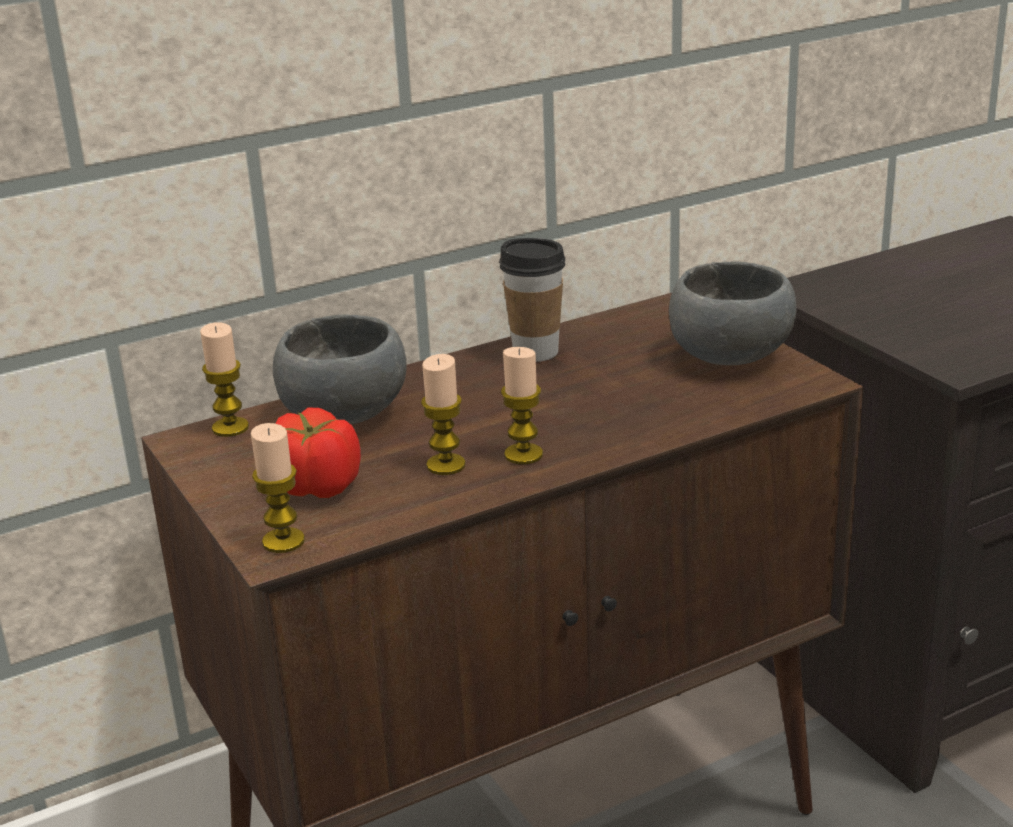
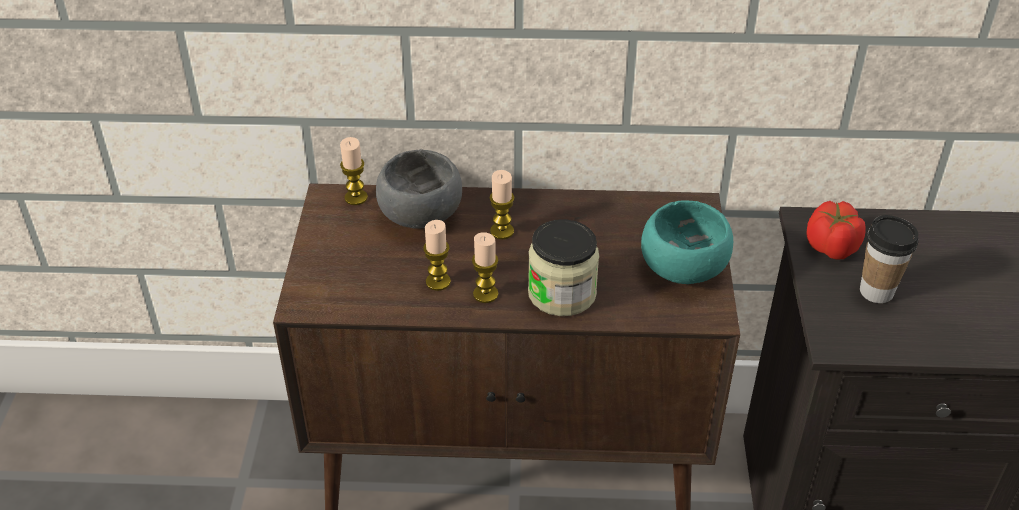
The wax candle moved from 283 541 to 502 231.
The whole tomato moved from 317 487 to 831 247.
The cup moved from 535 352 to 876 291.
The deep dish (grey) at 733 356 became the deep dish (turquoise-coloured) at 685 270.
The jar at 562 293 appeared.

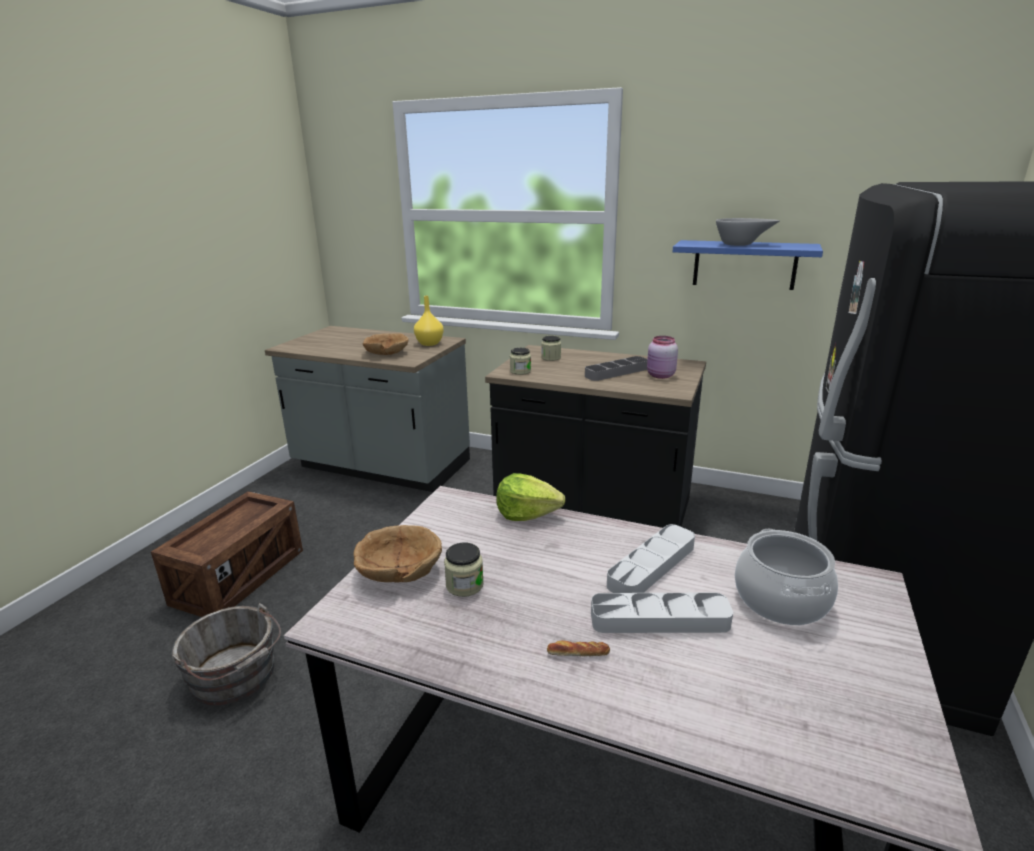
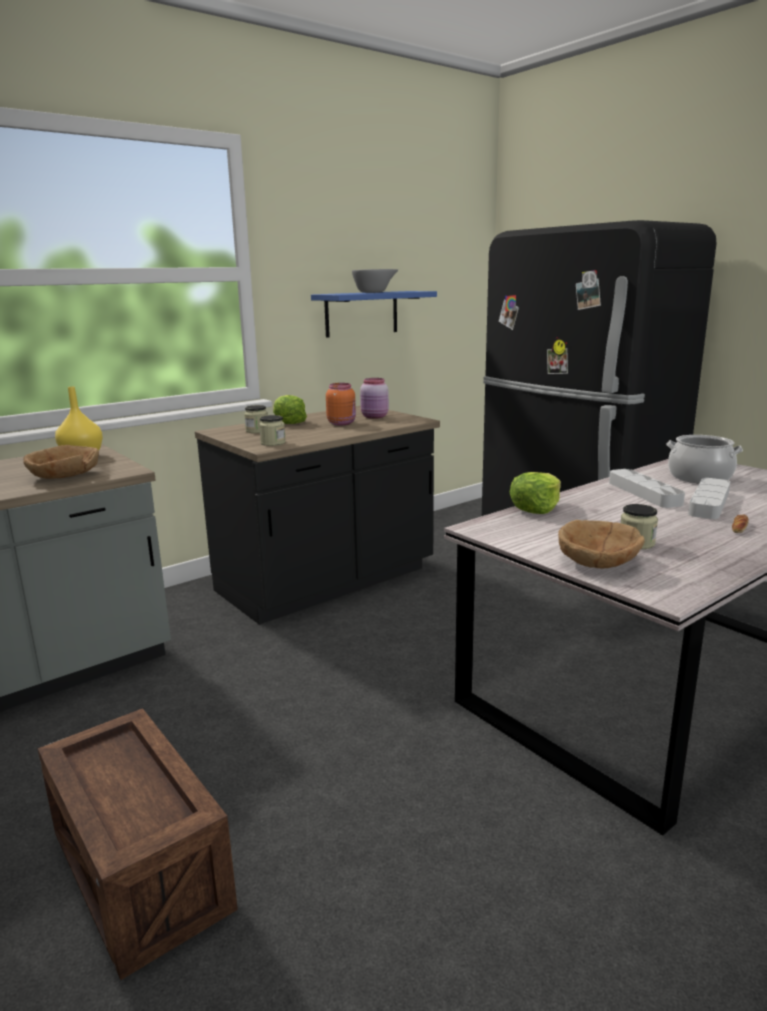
The bucket (grey) at 236 677 disappeared.
The carrying tray (grey) at 616 372 was replaced by the jar (orange) at 342 423.
The head of lettuce at 288 422 appeared.

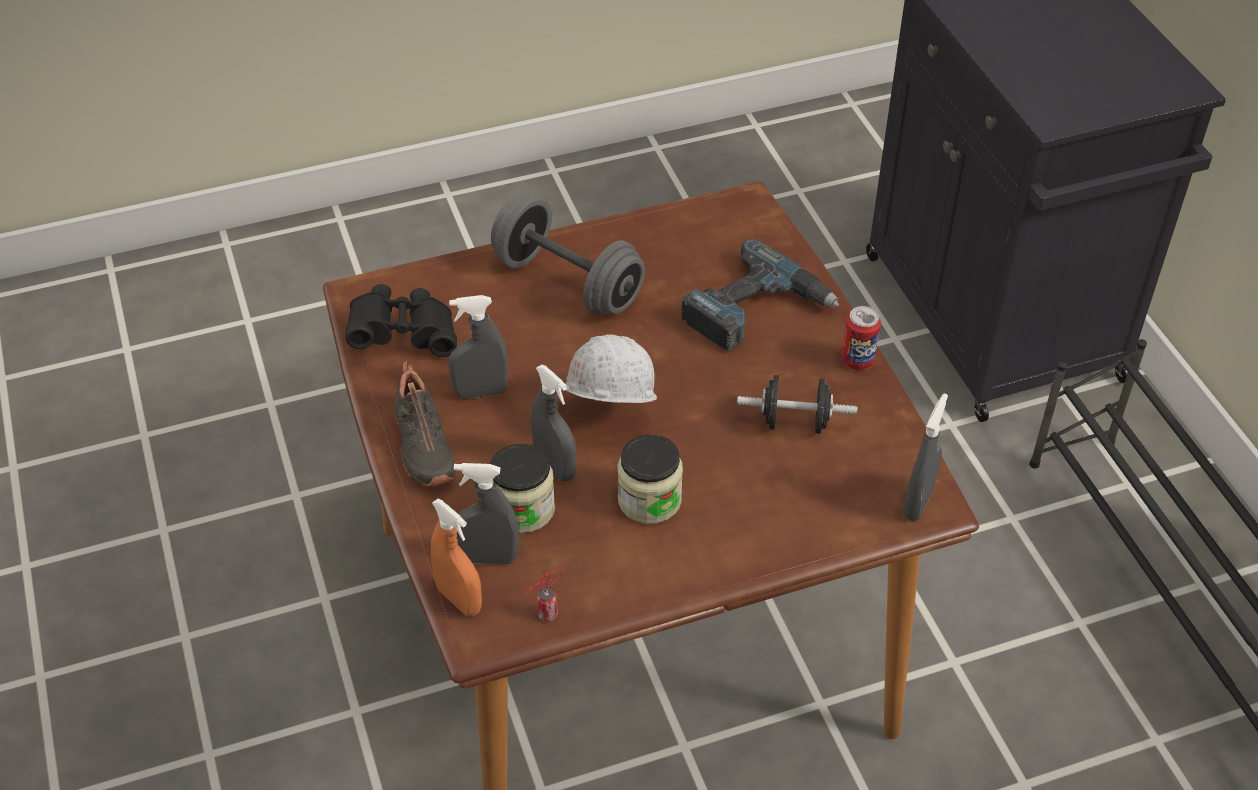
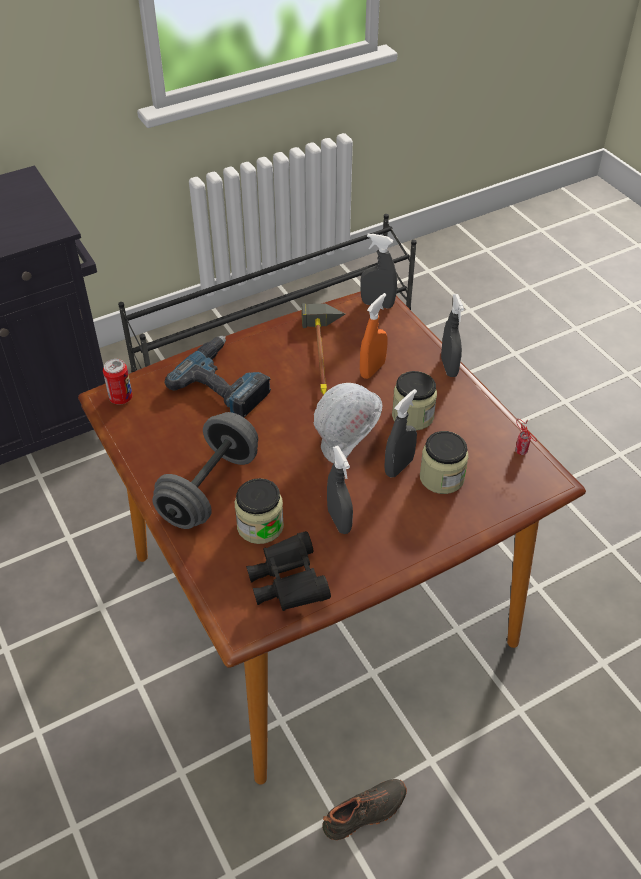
The shoe (blackish) moved from 421 445 to 365 814.
The spray bottle (orange) moved from 459 600 to 372 370.
The spray bottle (grey) moved from 488 558 to 449 367.
The free weight (blackish) at 795 422 was replaced by the tool hammer at 327 357.
The metal can moved from 857 361 to 121 398.
The jar at 260 526 appeared.

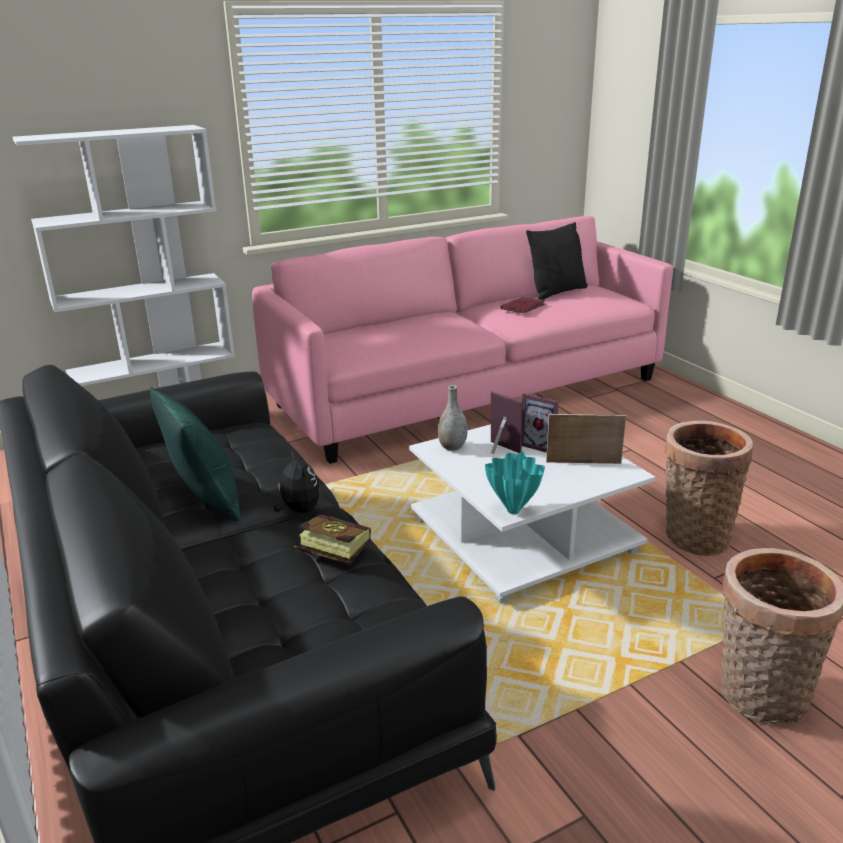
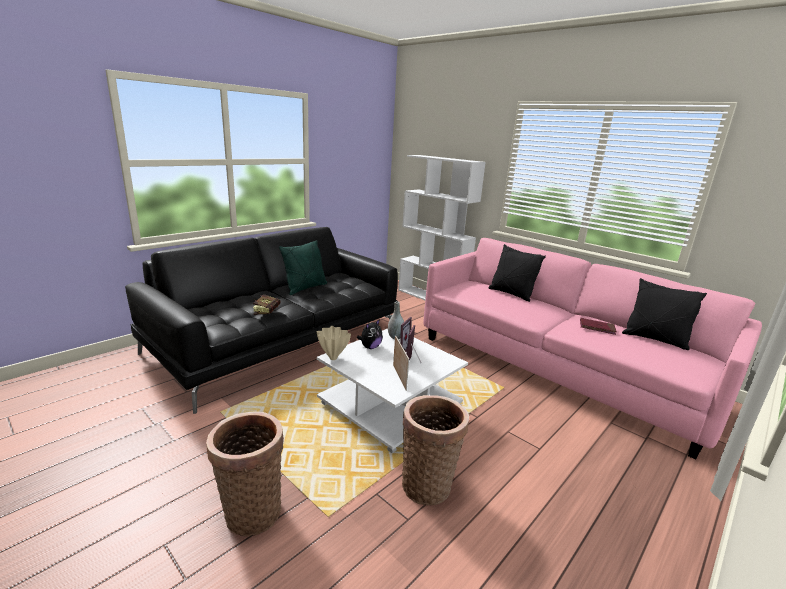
The soft toy moved from 298 510 to 370 347.
The decorative vase (turquoise-coloured) at 513 511 became the decorative vase (sand-coloured) at 332 358.
The throw pillow (blackish) at 511 294 appeared.

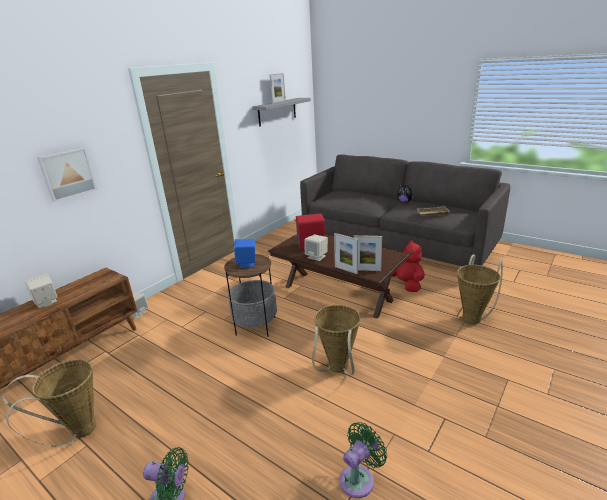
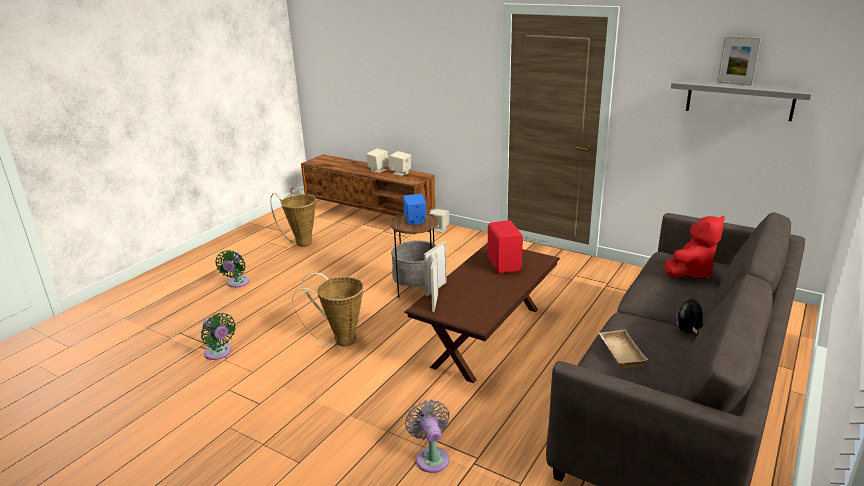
The wall picture at 67 174 disappeared.
The speaker (sand-coloured) moved from 317 257 to 401 173.
The soft toy (red-coloured) moved from 405 284 to 691 272.
The basket at 473 317 was replaced by the cooling fan (grey) at 431 457.

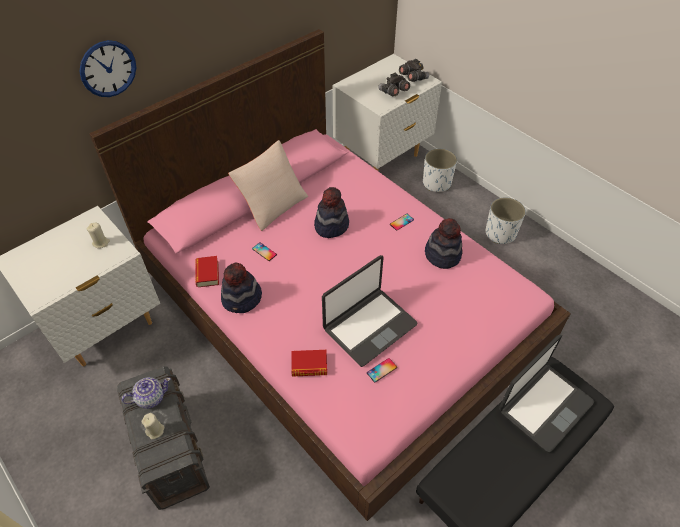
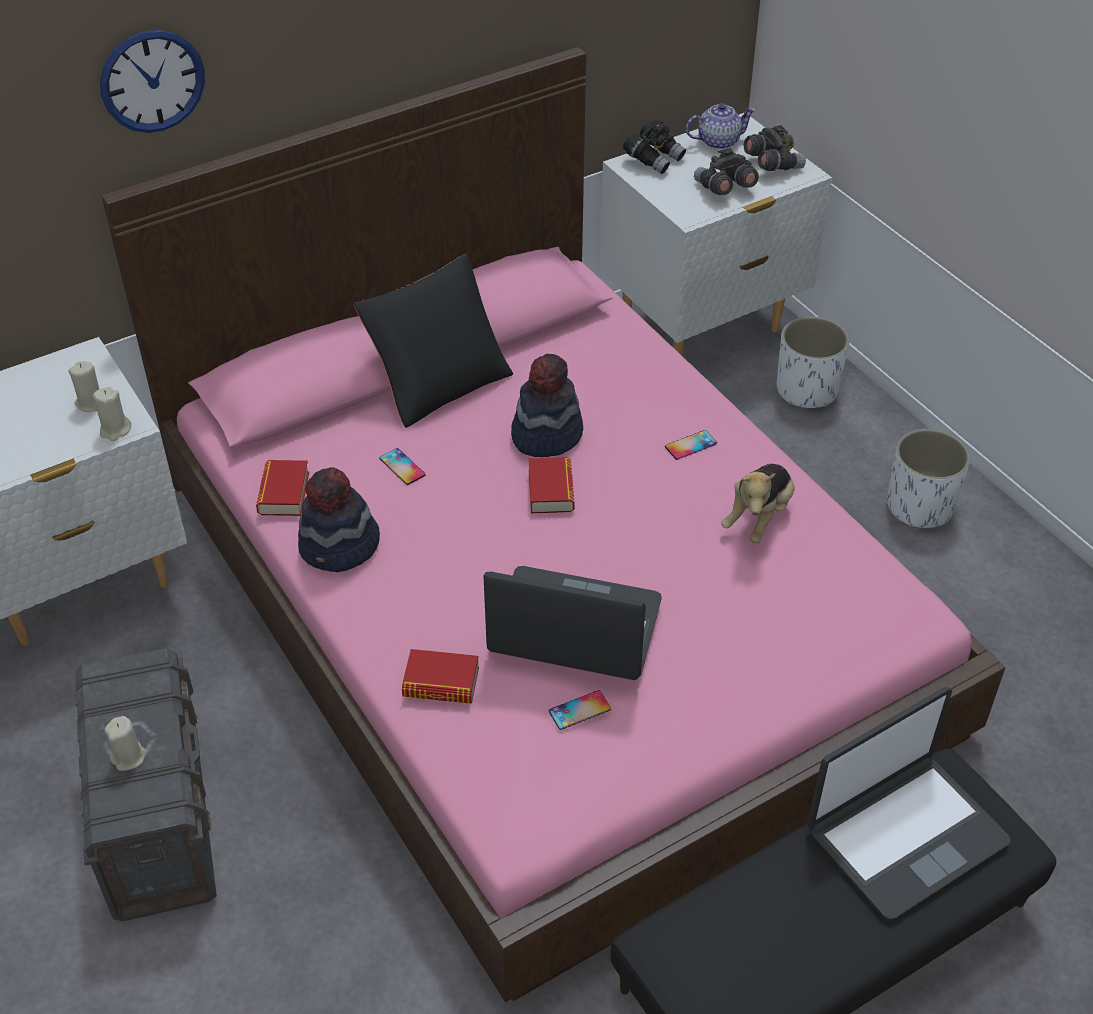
The teapot moved from 150 398 to 718 141.
The throw pillow (sand-coloured) at 272 204 became the throw pillow (blackish) at 438 381.
The portable computer at 369 326 turned 135 degrees counterclockwise.
The hat at 442 255 was replaced by the soft toy at 759 517.
The wax candle (sand-coloured) at 115 430 appeared.
The bound book at 551 490 appeared.
The pair of binoculars (blackish) at 654 159 appeared.

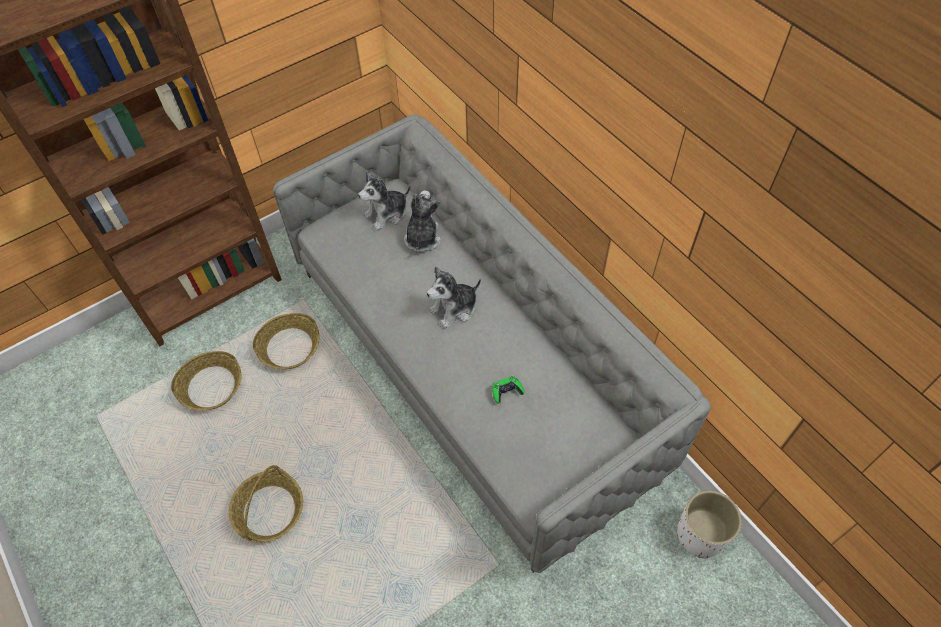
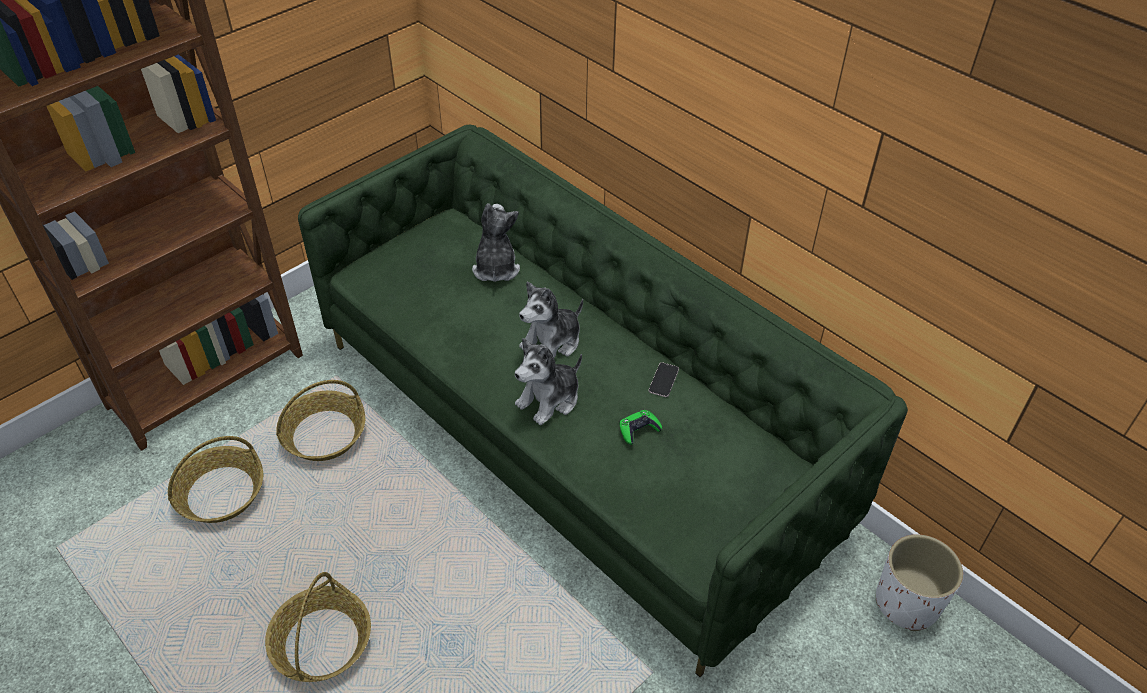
The couch (grey) at 472 366 became the couch (green) at 573 434.
The soft toy moved from 387 214 to 549 399.
The handset at 663 380 appeared.

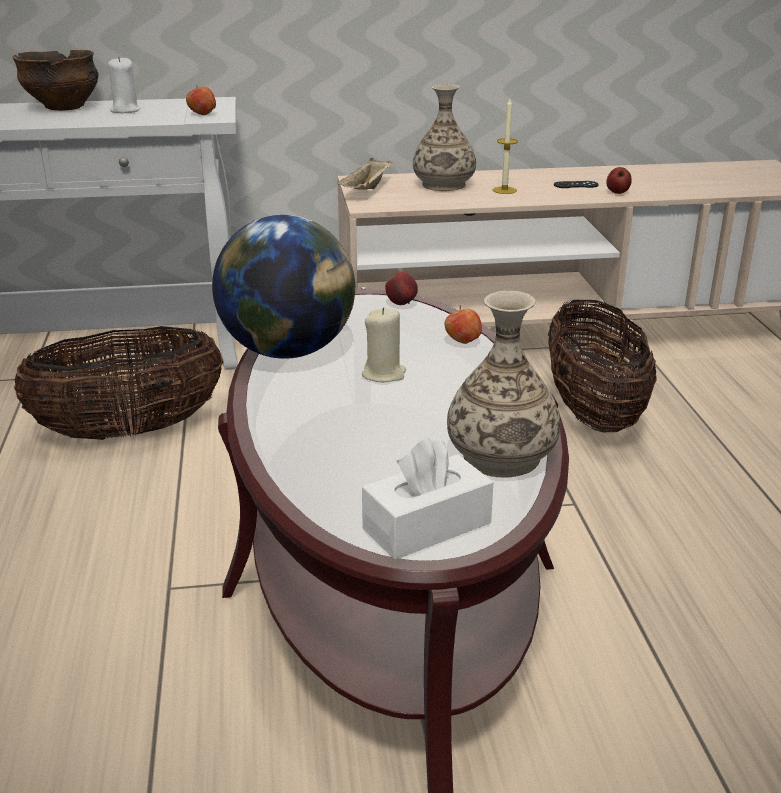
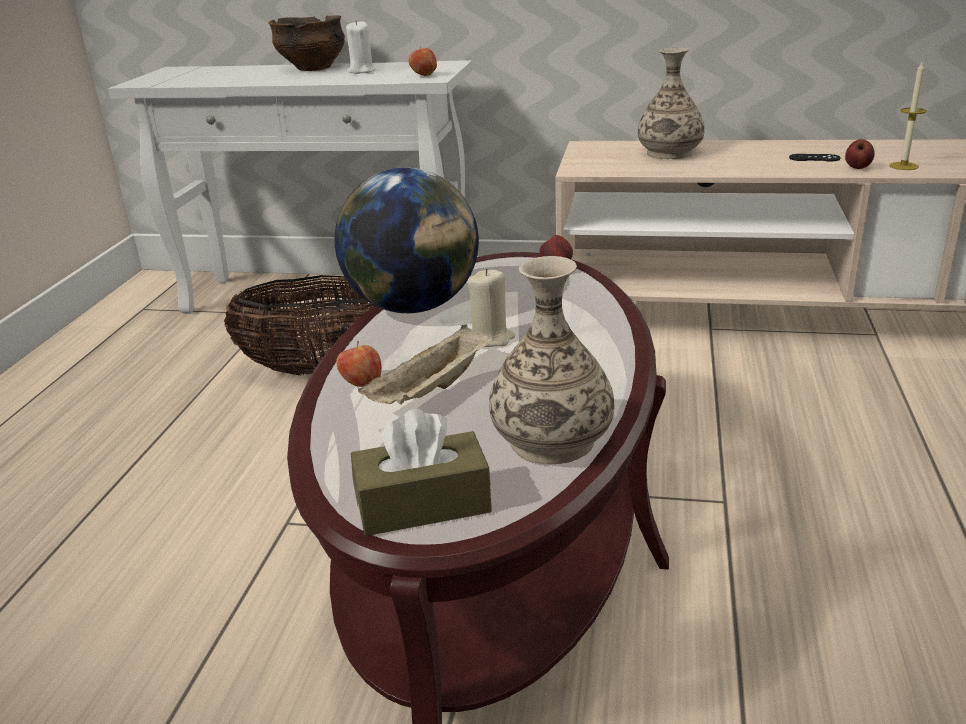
The carrying tray (sand-coloured) moved from 366 190 to 432 391.
The tissue holder (whitish) at 427 526 became the tissue holder (brownish) at 423 504.
The whole apple moved from 462 342 to 362 384.
The wax candle moved from 504 190 to 903 166.
The basket at 593 412 disappeared.

